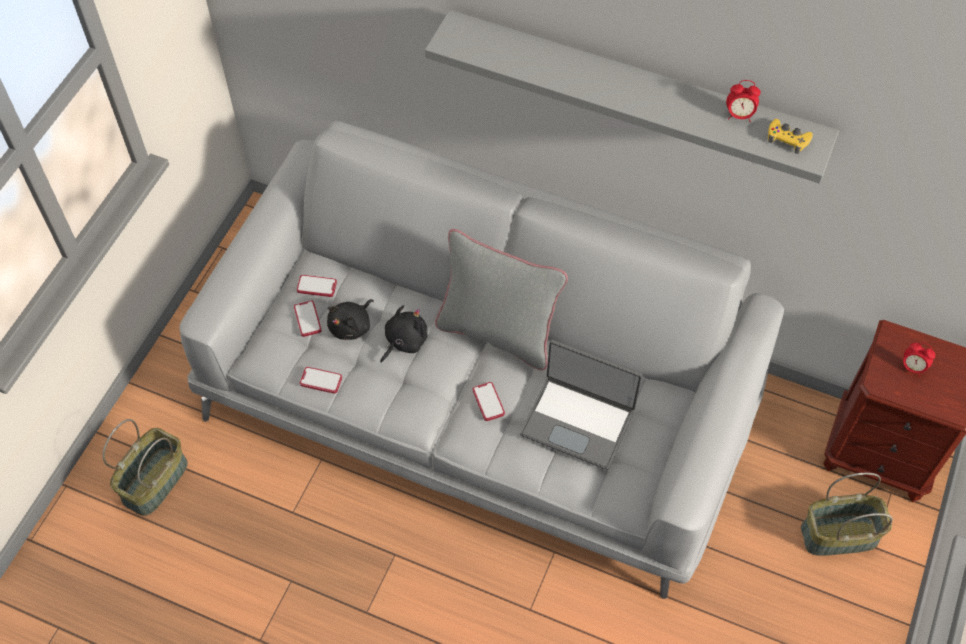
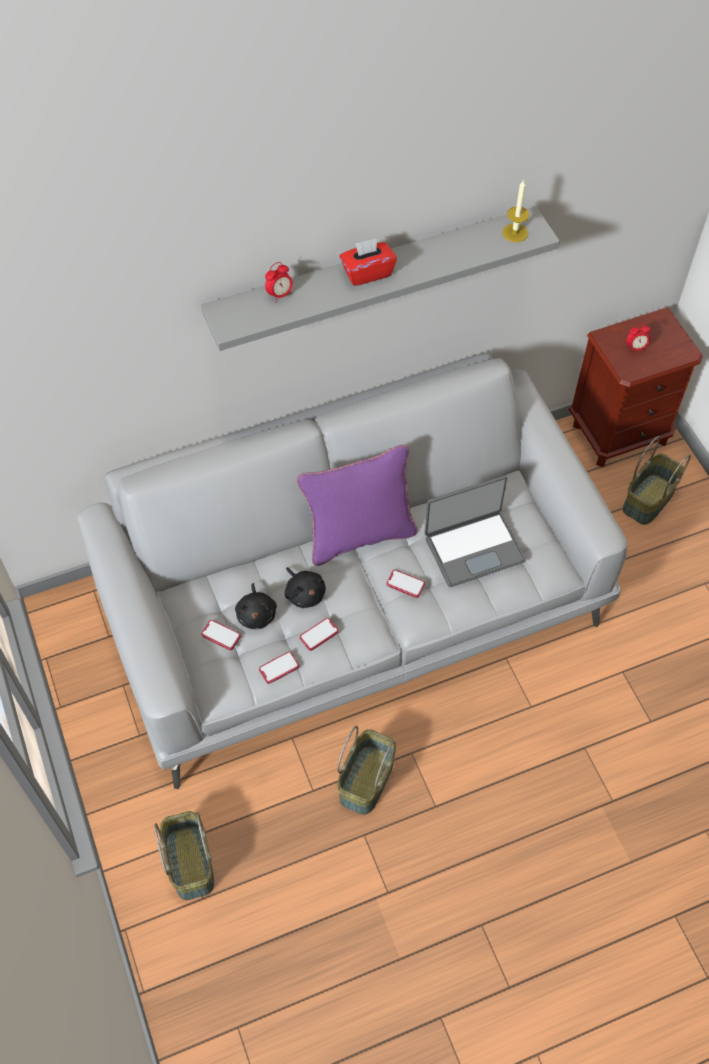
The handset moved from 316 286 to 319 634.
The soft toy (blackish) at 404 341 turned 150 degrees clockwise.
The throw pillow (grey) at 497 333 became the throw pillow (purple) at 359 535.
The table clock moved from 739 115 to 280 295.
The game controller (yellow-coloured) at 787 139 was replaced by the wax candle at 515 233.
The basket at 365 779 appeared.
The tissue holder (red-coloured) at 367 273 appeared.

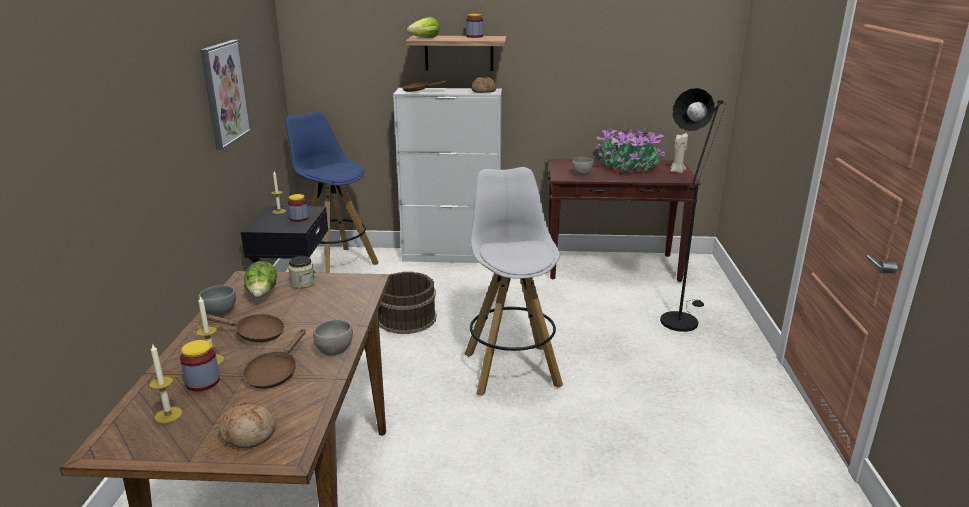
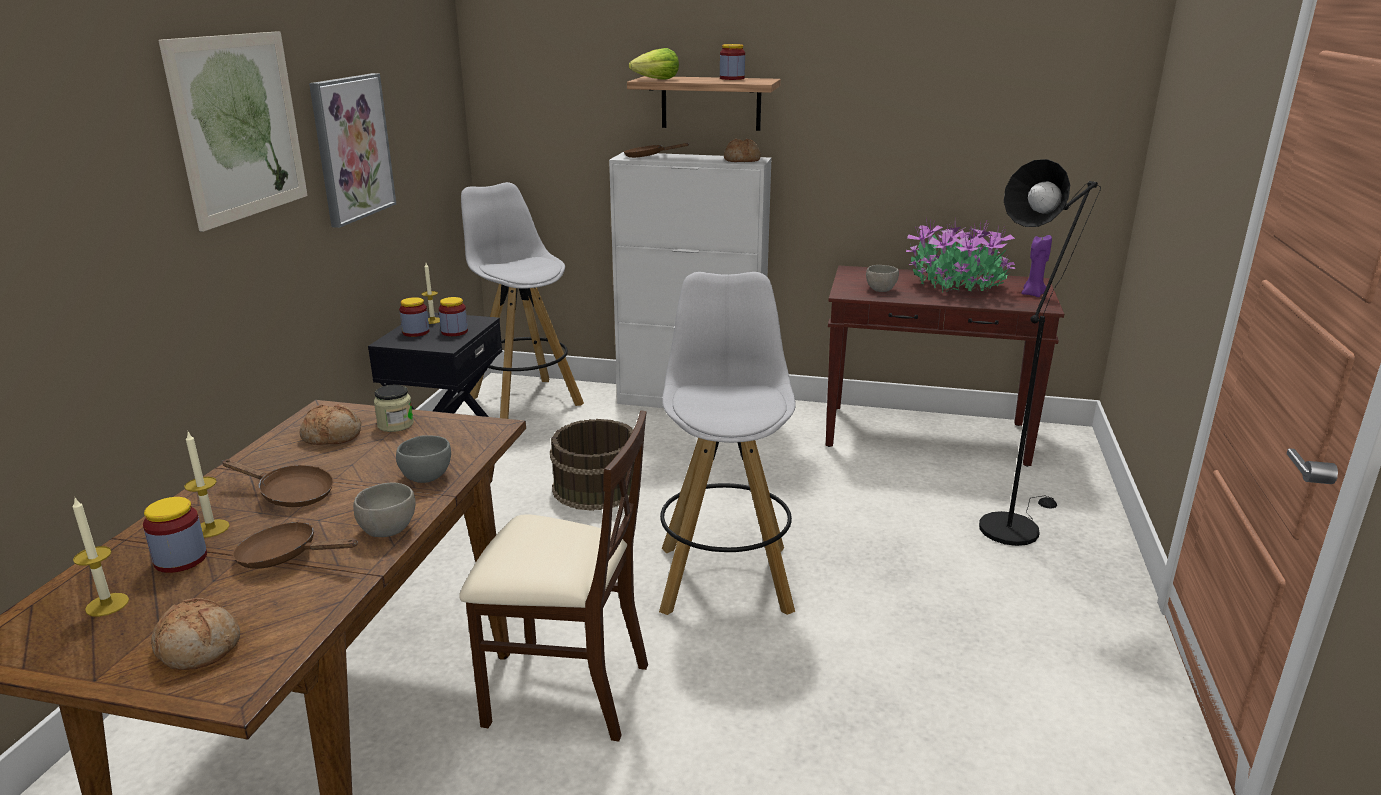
The deep dish (grey) moved from 219 312 to 426 476.
The pan (brownish) at 274 373 turned 75 degrees clockwise.
The head of lettuce at 262 294 was replaced by the bread at 332 436.
The stool (bluish) at 335 264 became the stool (whitish) at 524 401.
The wax candle (sand-coloured) at 677 171 became the wax candle (purple) at 1033 294.
The wall picture at 240 127 appeared.
The jar at 416 332 appeared.
The upright chair (sand-coloured) at 566 691 appeared.

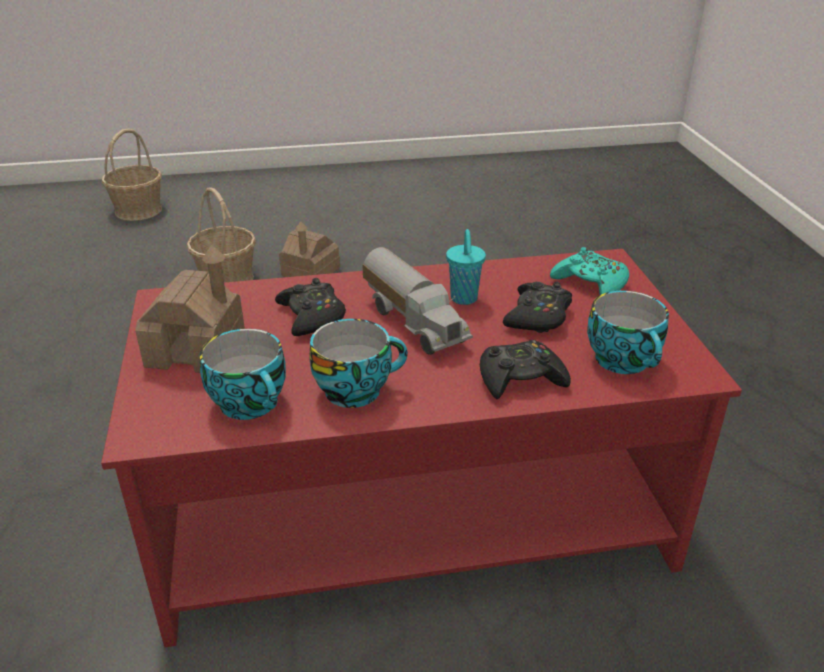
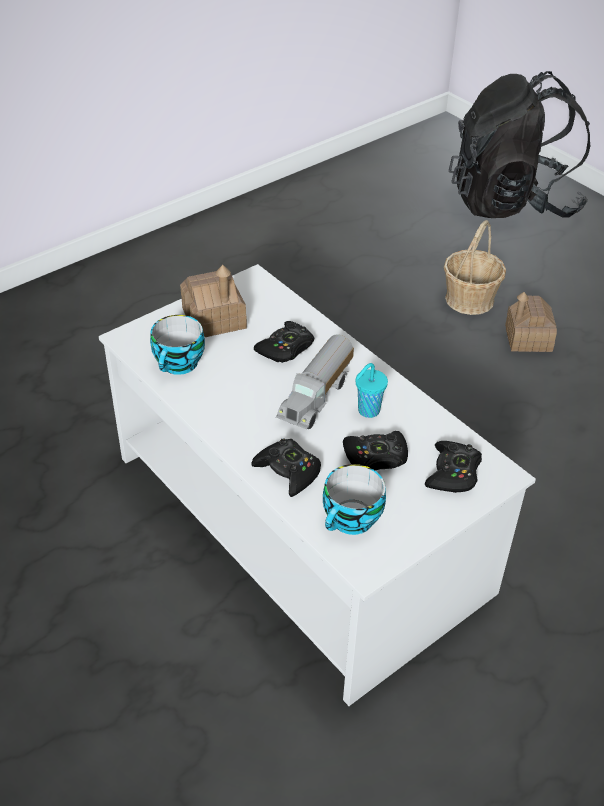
The low table (red-coloured) at 408 511 became the low table (whitish) at 297 521.
The basket at 139 210 was replaced by the rucksack (blackish) at 512 203.
The cup at 356 389 disappeared.
The game controller (turquoise-coloured) at 591 283 became the game controller (blackish) at 453 473.

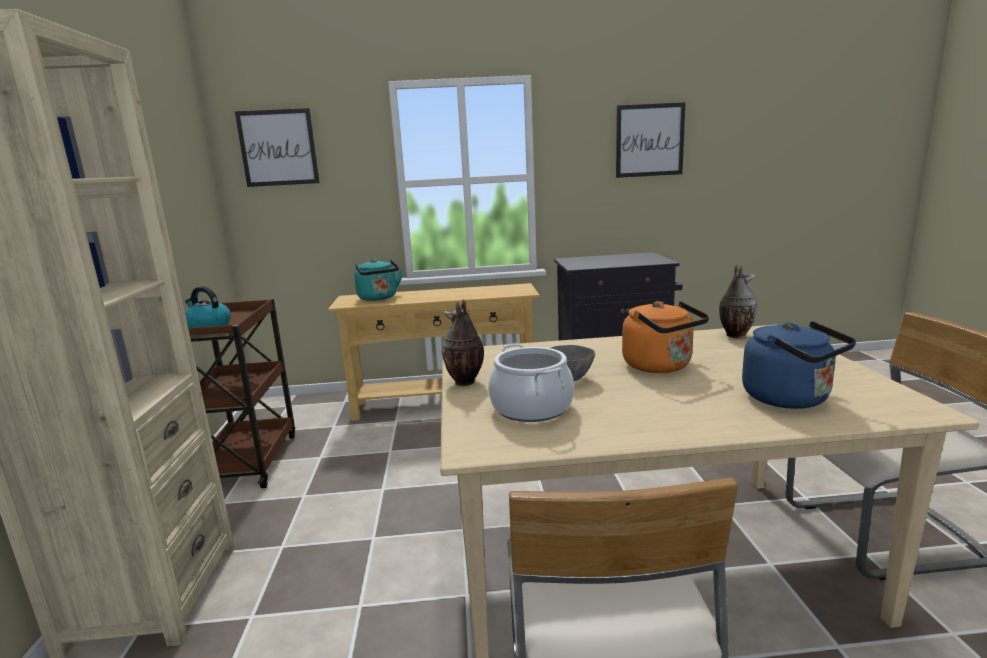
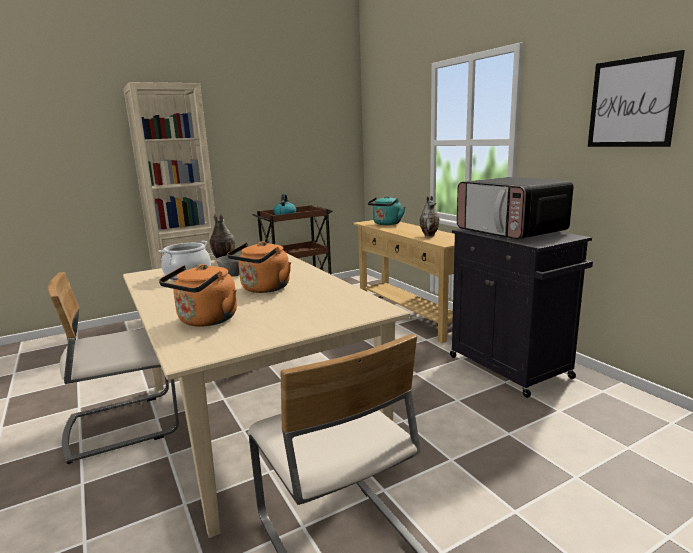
The wall picture at 278 148 disappeared.
The decorative vase moved from 734 335 to 429 235.
The tea kettle (bluish) at 791 399 became the tea kettle (orange) at 205 321.
The microwave at 511 231 appeared.

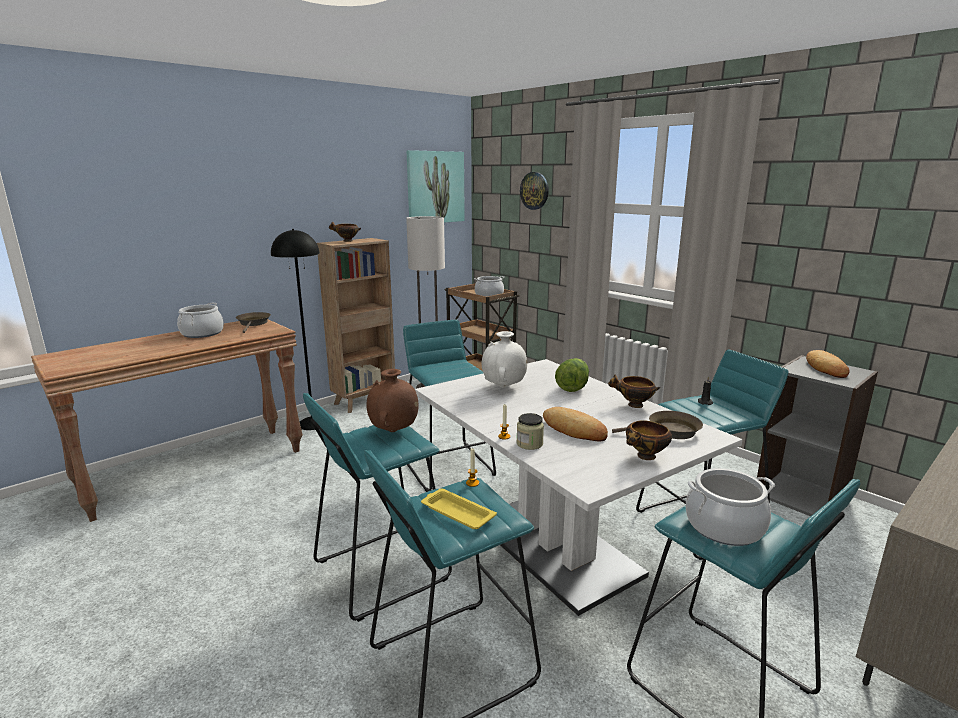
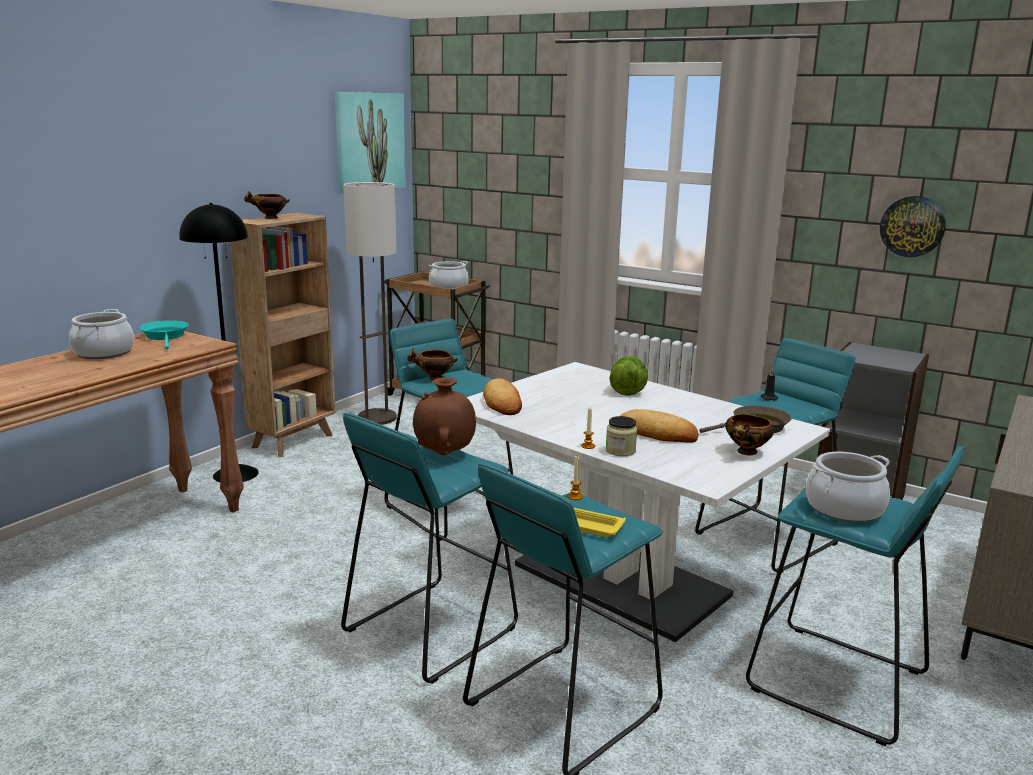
The pan (brownish) at 253 323 became the pan (turquoise-coloured) at 166 336.
The decorative vase (whitish) at 504 387 disappeared.
The hanging clock moved from 534 190 to 912 226.
The deep dish moved from 633 405 to 434 379.
The bread moved from 825 368 to 502 402.

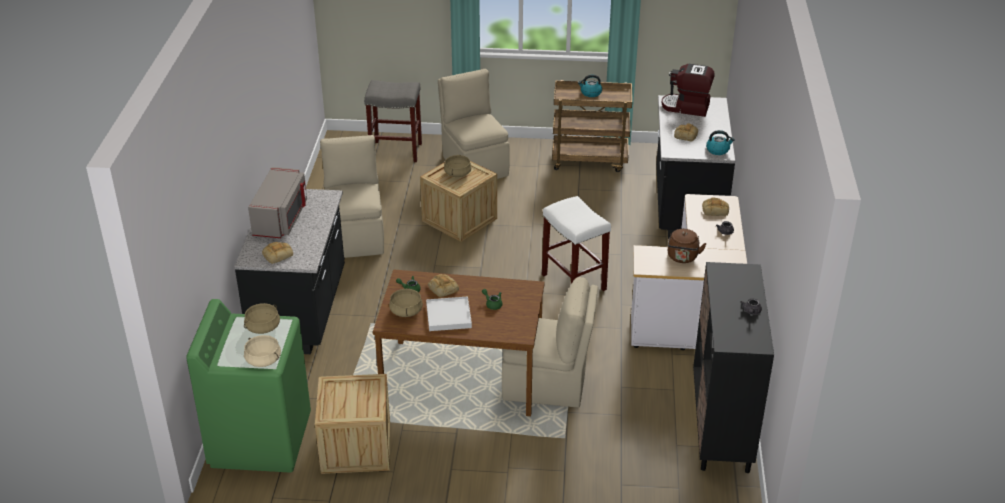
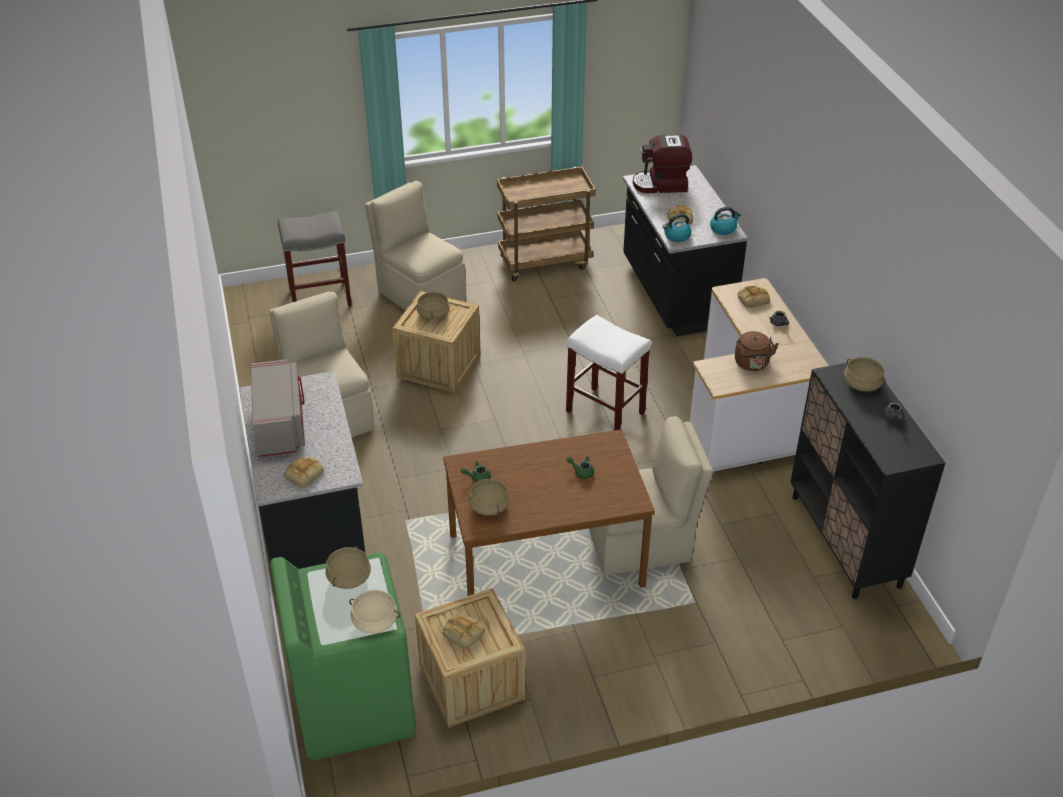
The carrying tray (whitish) at 449 316 disappeared.
The bread moved from 442 288 to 462 633.
The tea kettle moved from 590 93 to 676 236.
The saucepot (sand-coloured) at 862 384 appeared.

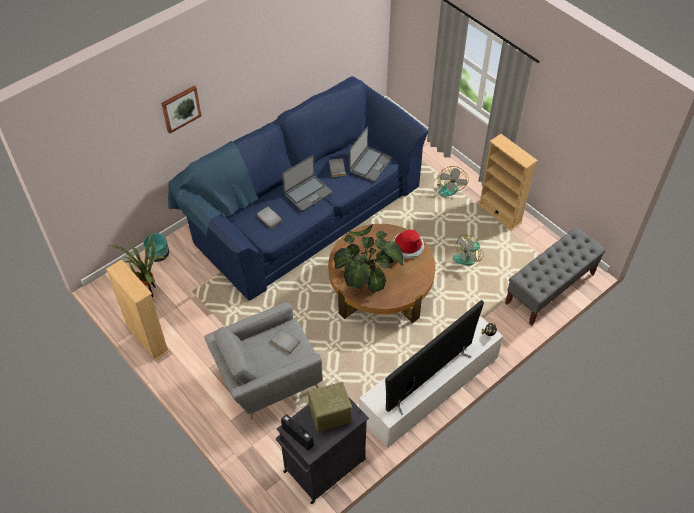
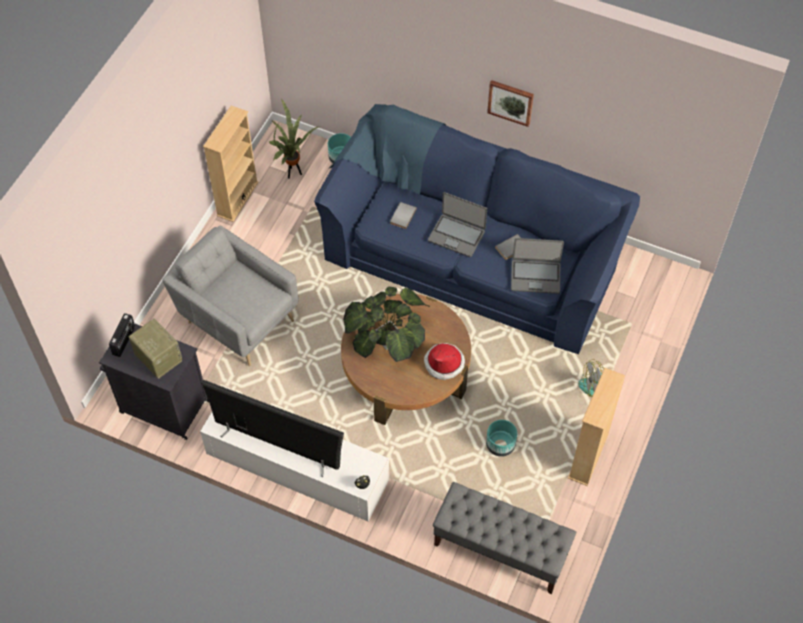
The wall picture moved from 180 108 to 510 102.
The bound book (grey) at 284 342 disappeared.
The cooling fan at 469 257 was replaced by the plant pot (turquoise-coloured) at 500 445.

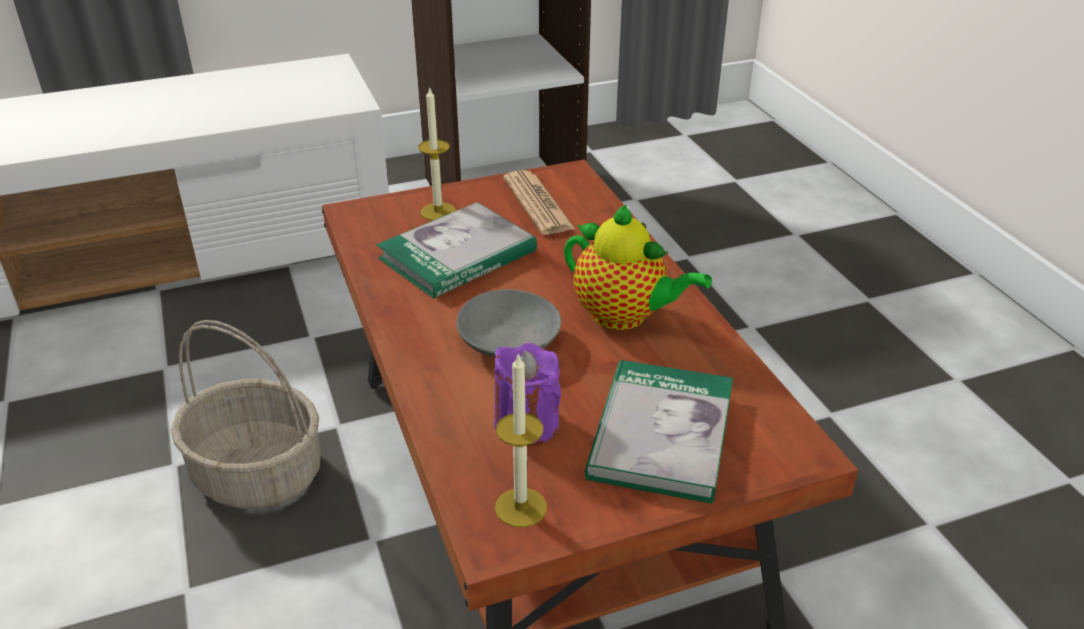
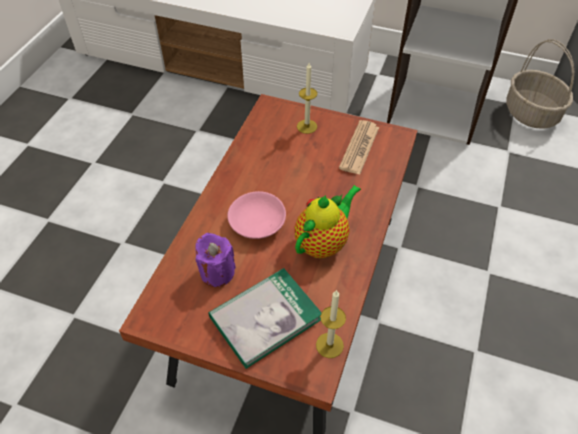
The basket moved from 259 474 to 532 114.
The bound book at 457 255 disappeared.
The deep dish (grey) at 510 342 became the deep dish (pink-coloured) at 257 224.
The wax candle moved from 521 507 to 329 345.
The teapot at 624 316 turned 120 degrees counterclockwise.

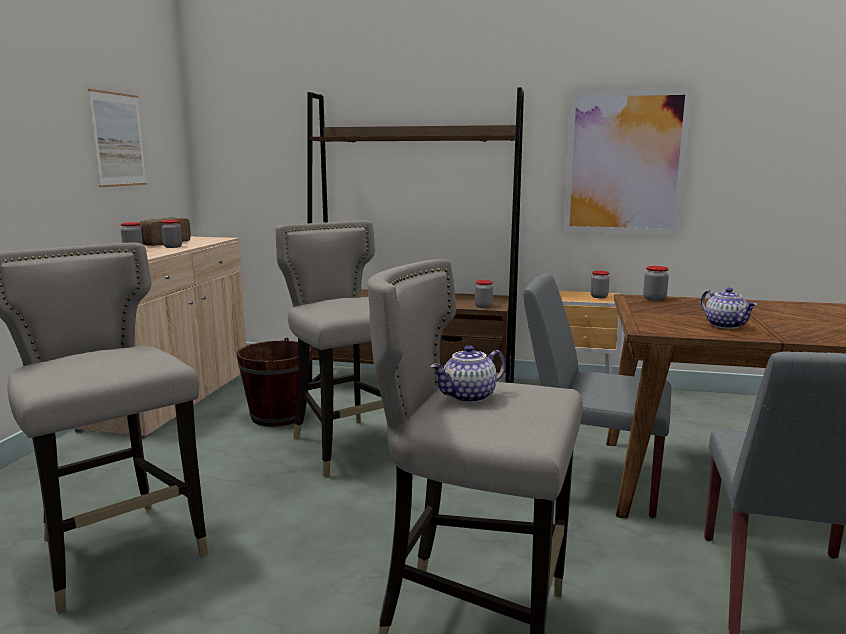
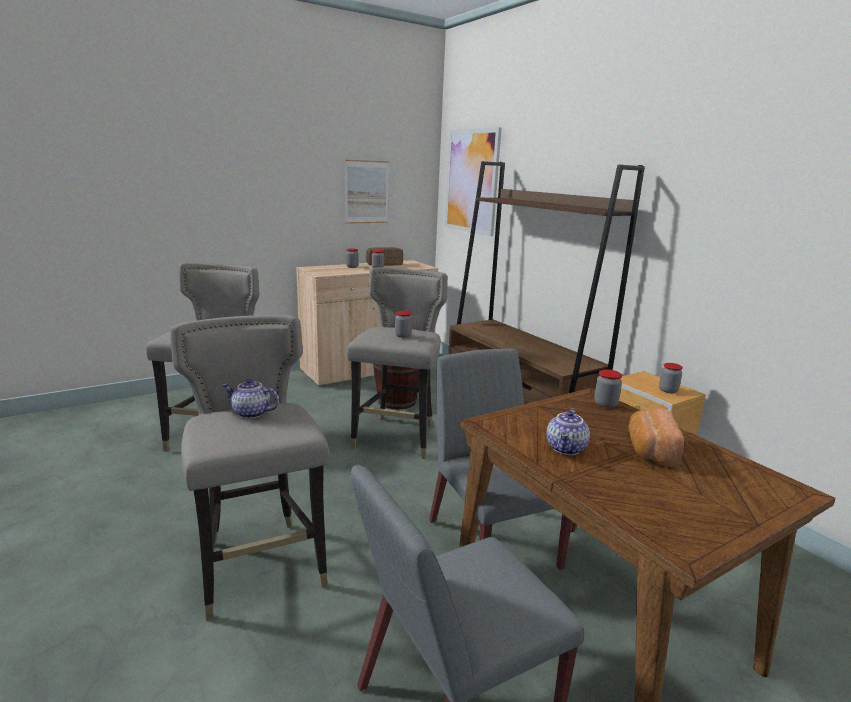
The jar moved from 483 306 to 403 336.
The wall picture moved from 624 163 to 472 181.
The bread at 649 451 appeared.

